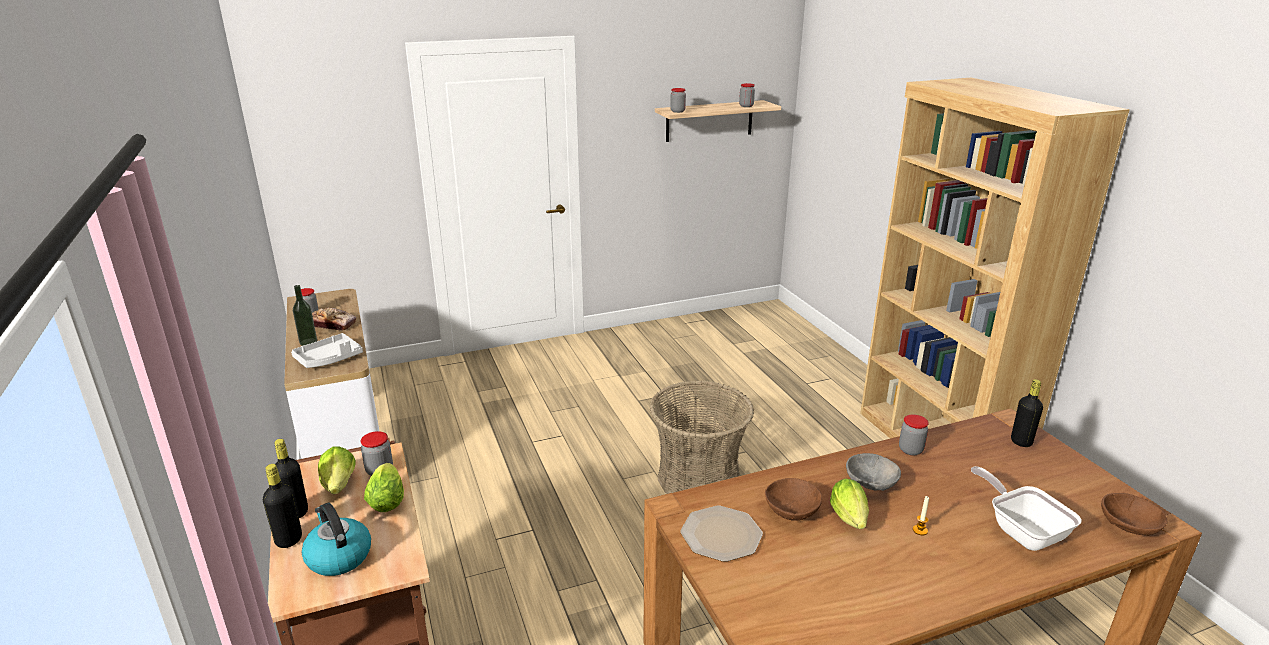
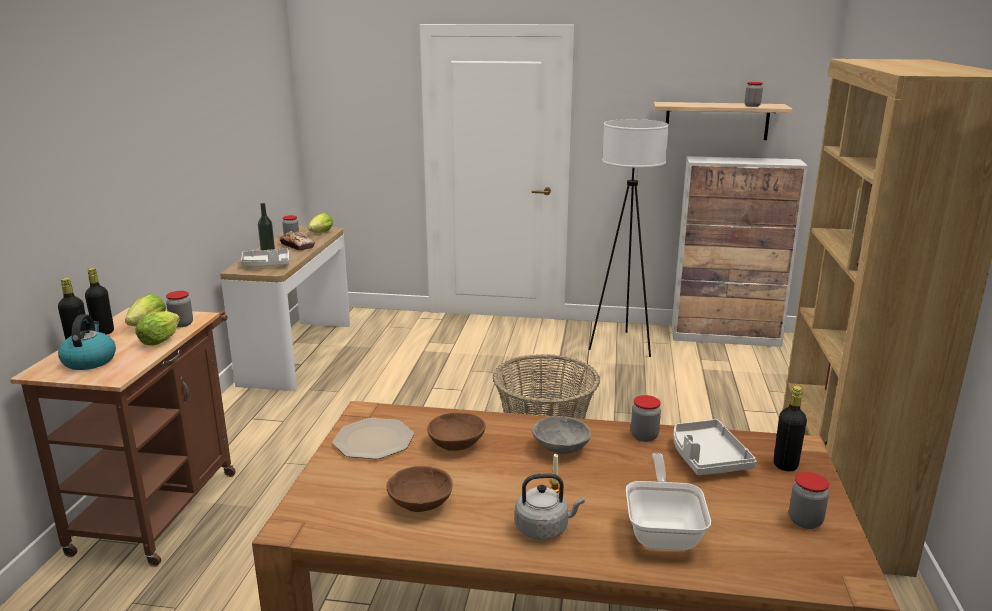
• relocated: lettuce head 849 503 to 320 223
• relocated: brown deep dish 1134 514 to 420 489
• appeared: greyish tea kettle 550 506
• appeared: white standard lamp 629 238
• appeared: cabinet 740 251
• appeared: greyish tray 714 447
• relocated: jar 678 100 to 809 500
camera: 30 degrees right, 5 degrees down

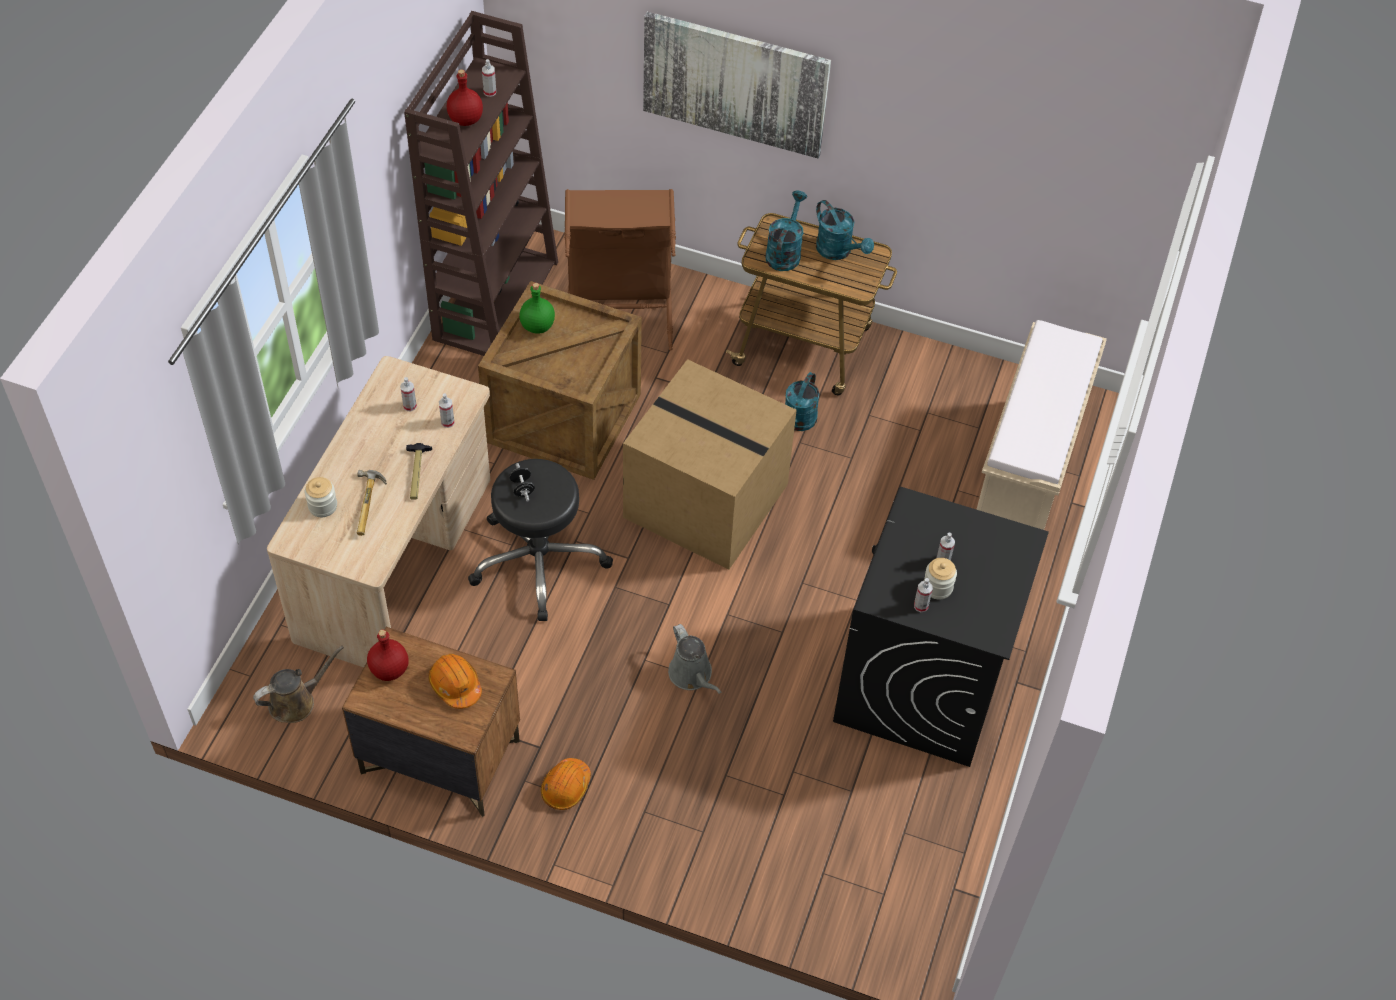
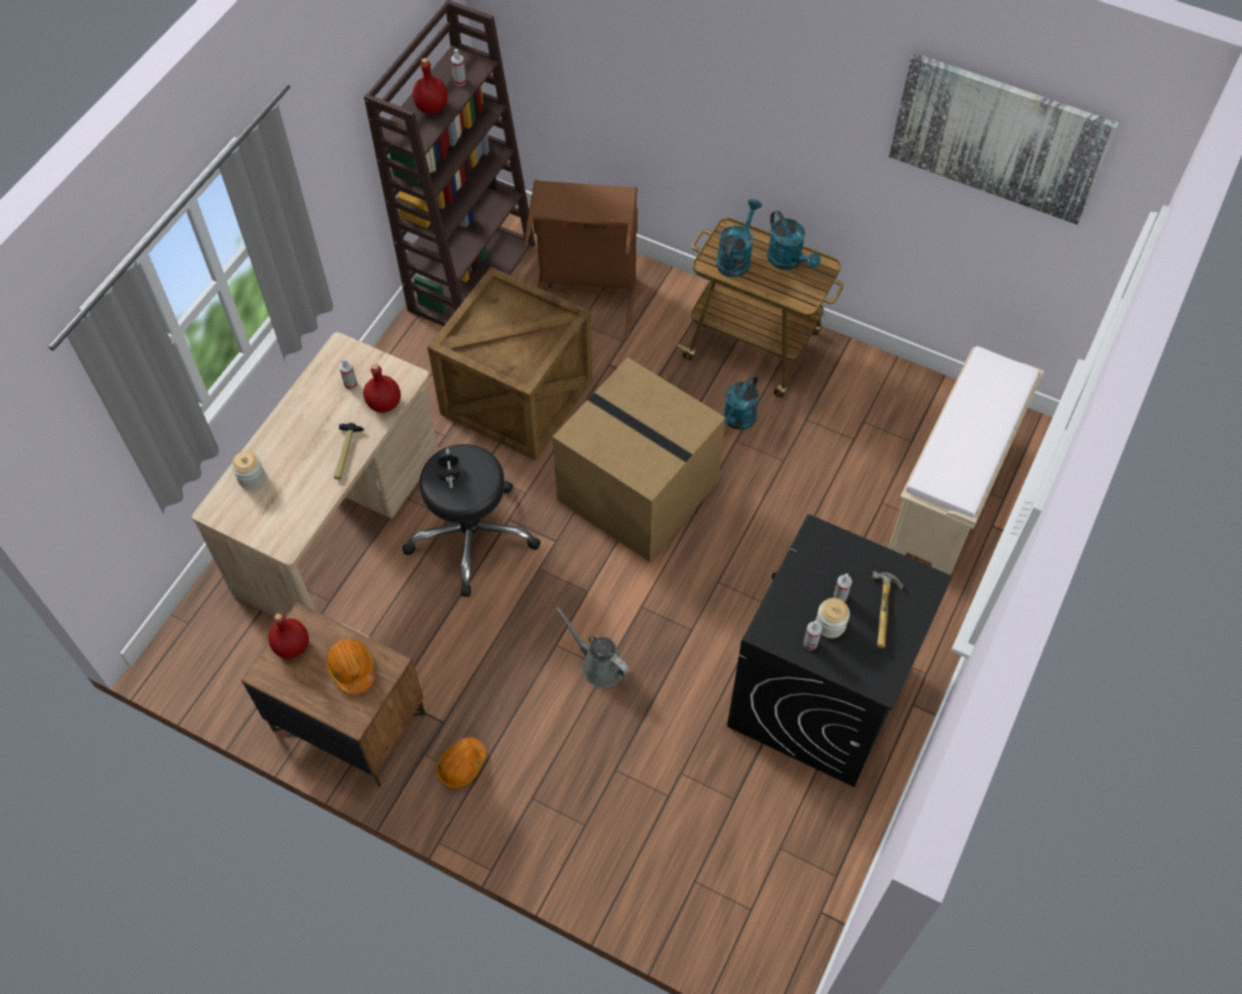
• exchanged: sprayer 447 410 to red beverage bottle 382 388
• spun: greyish watering can 694 659 = 593 648 150 degrees clockwise
• relocated: hammer 372 503 to 887 609
• relocated: wall art 737 84 to 1004 139
• missing: brown watering can 298 684
• missing: green-coloured beverage bottle 537 308
camera: 10 degrees right, 5 degrees up

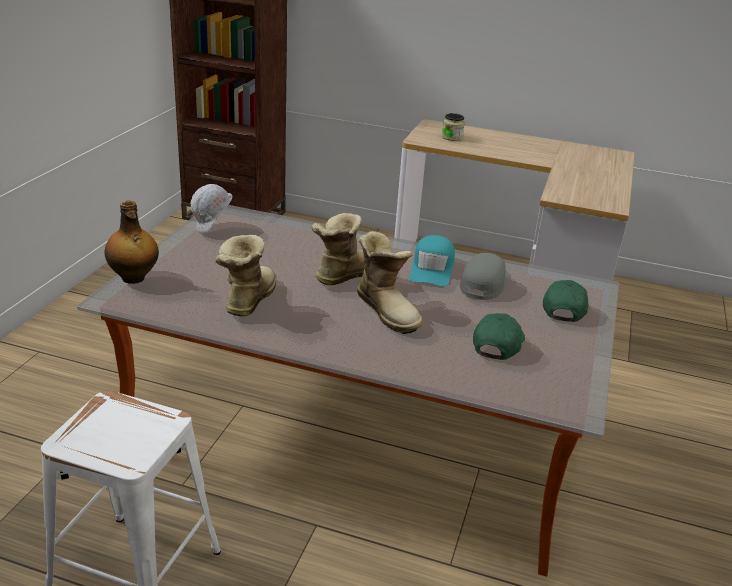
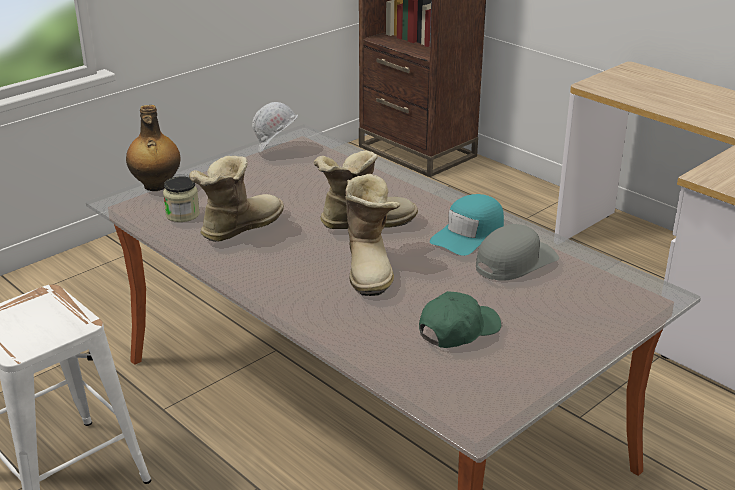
• relocated: jar 453 127 to 181 199
• missing: green-coloured peaked cap 565 301
camera: 30 degrees right, 0 degrees up

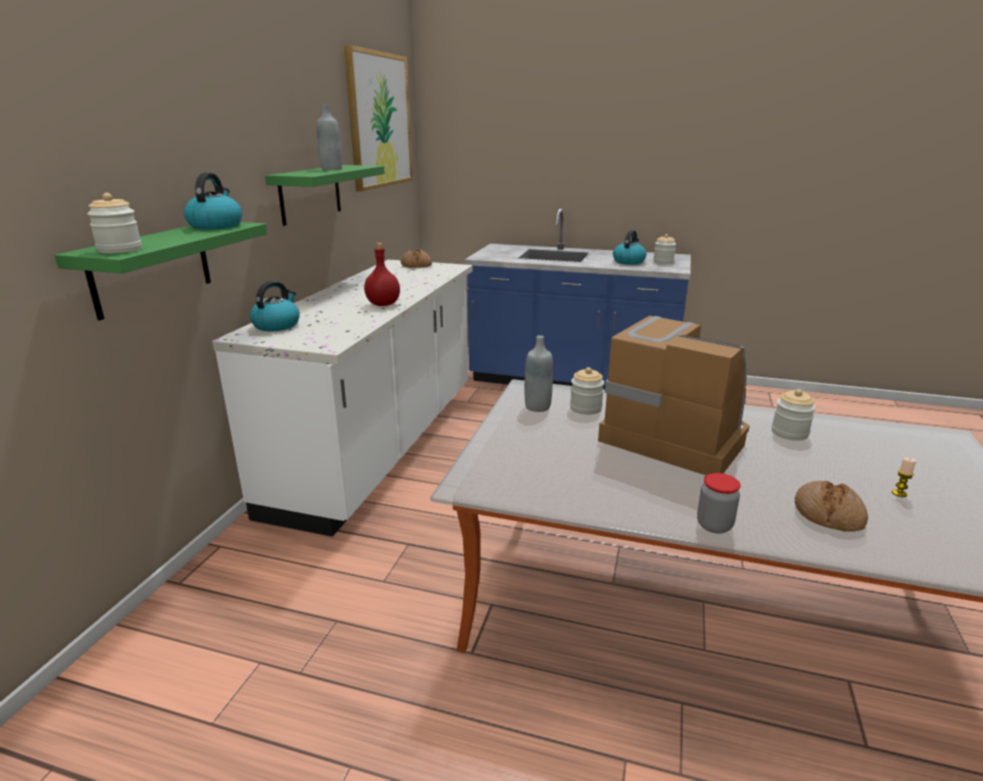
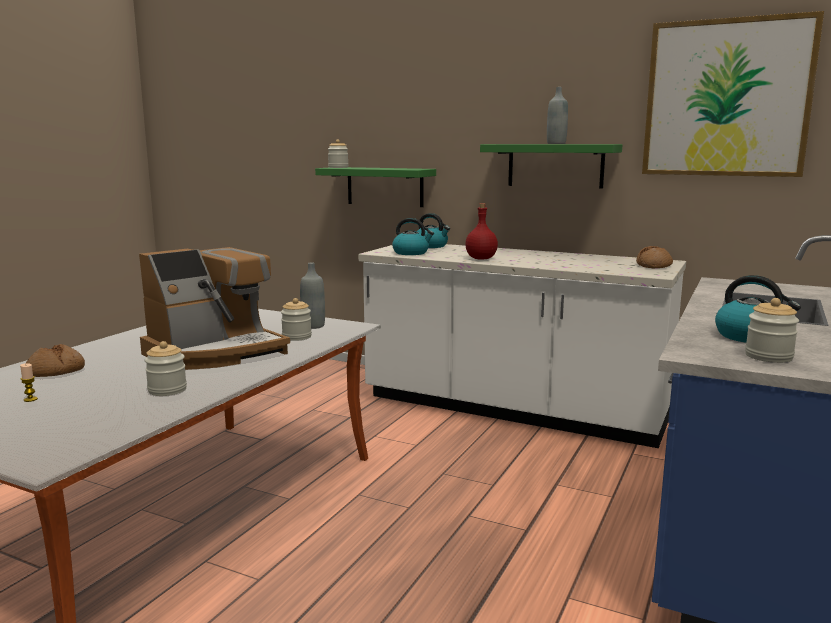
• relocated: tea kettle 213 201 to 413 236
• missing: jar 719 503
camera: 100 degrees right, 10 degrees down

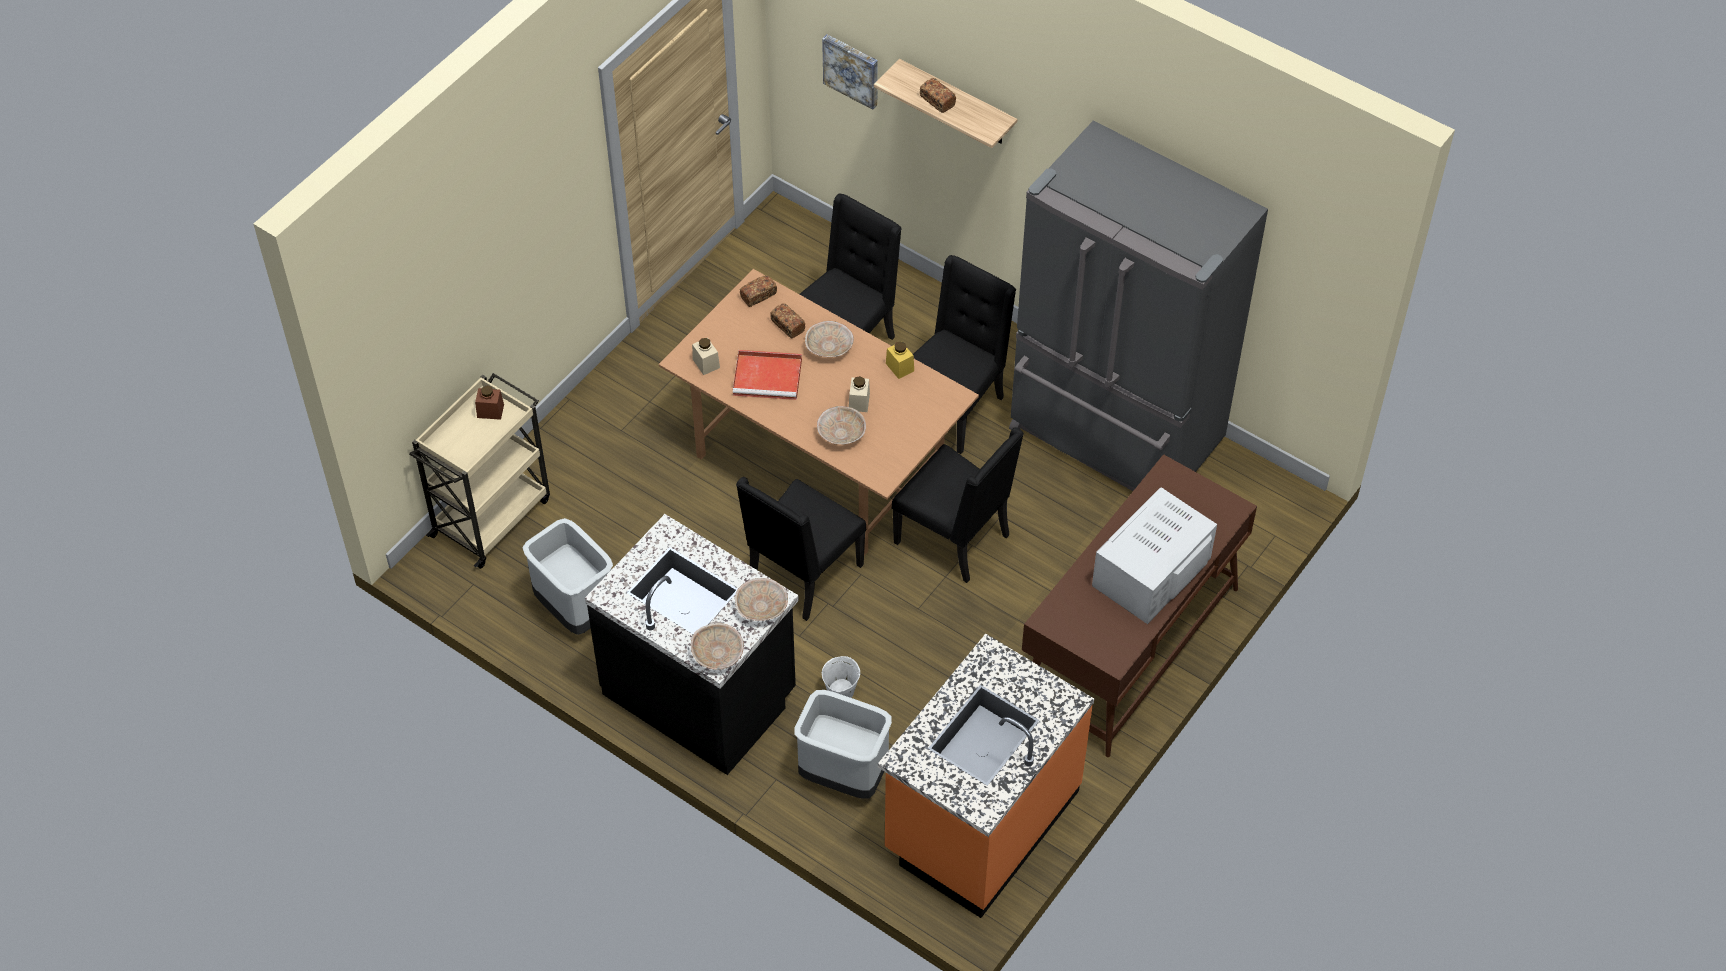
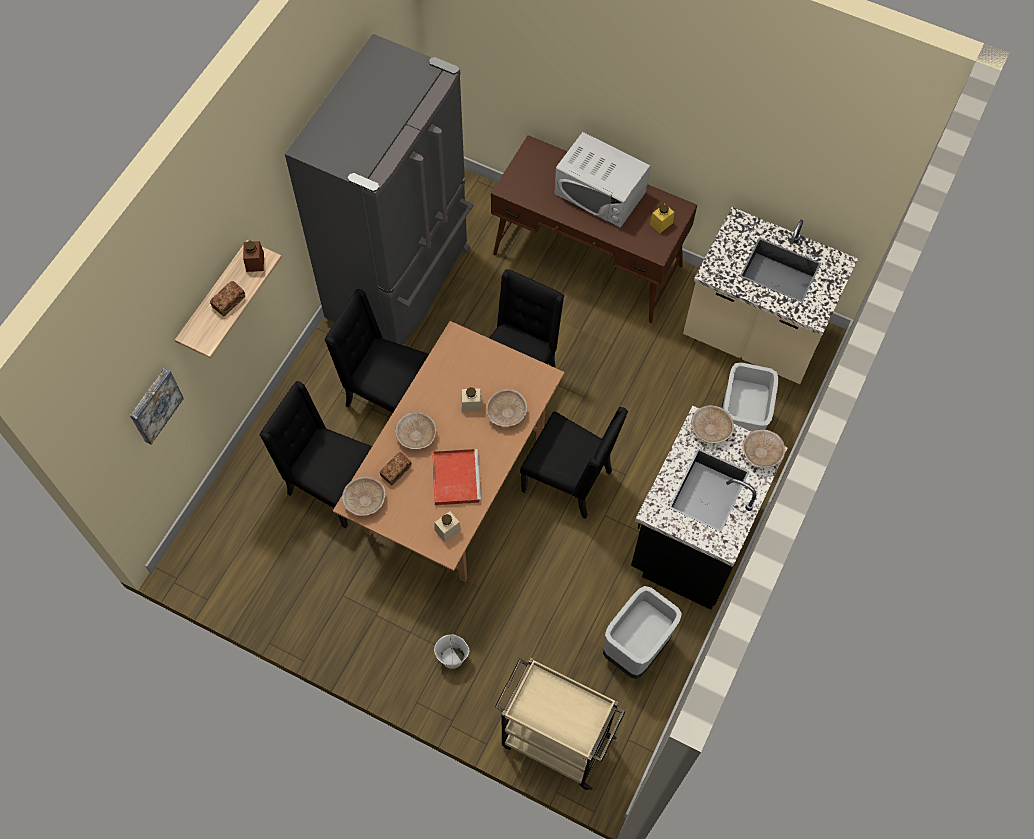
• relocated: brown jar 489 402 to 253 256
• exchanged: bread 758 291 to beige-coloured deep dish 363 496
• relocated: white bucket 841 677 to 451 651
• relocated: yellowish jar 900 360 to 662 218
• colour: orangey kitchen base unit 986 776 to beige-coloured kitchen base unit 770 295
camera: 100 degrees left, 10 degrees up

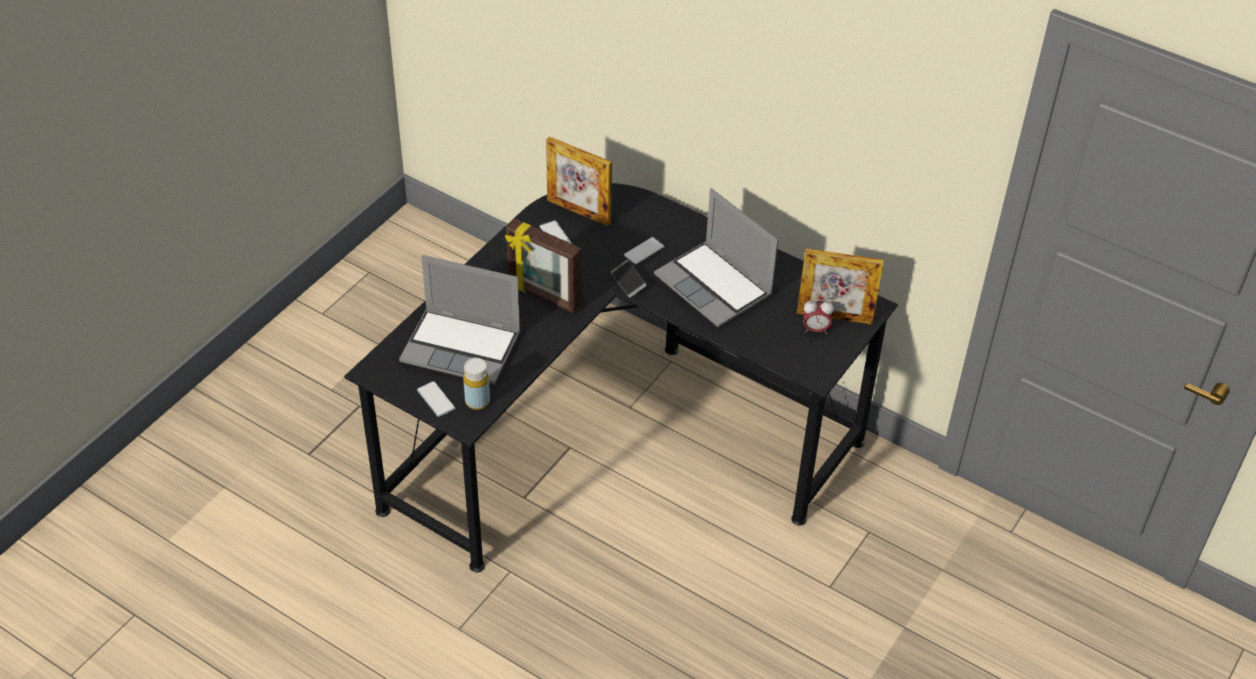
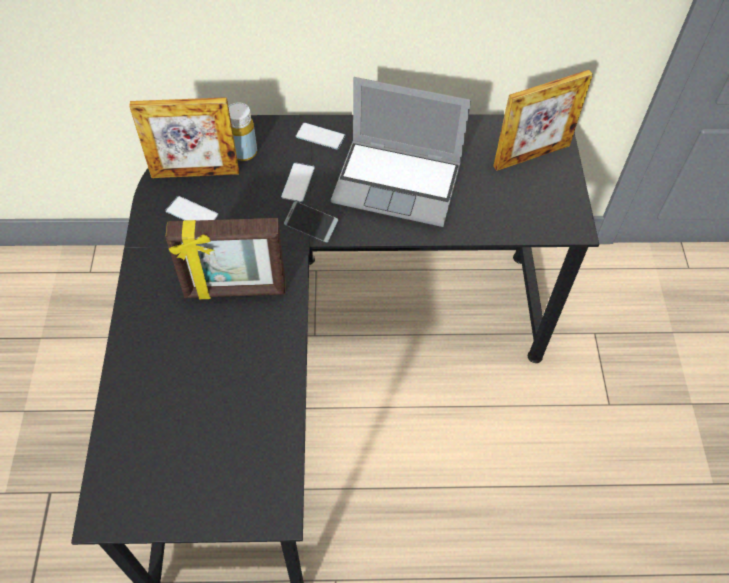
• relocated: yellowish beverage bottle 476 384 to 242 131
• relocated: phone 436 399 to 321 136
• missing: laptop 460 320
• missing: bedside clock 818 316
camera: 35 degrees left, 10 degrees up

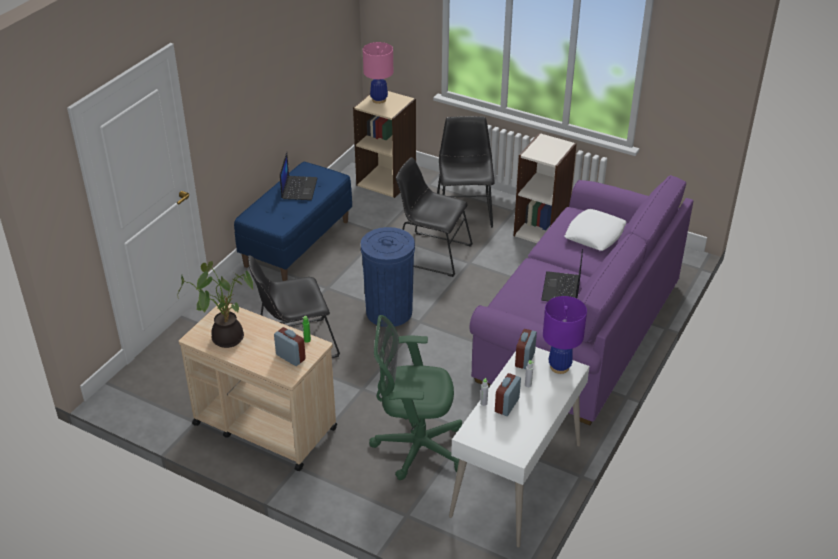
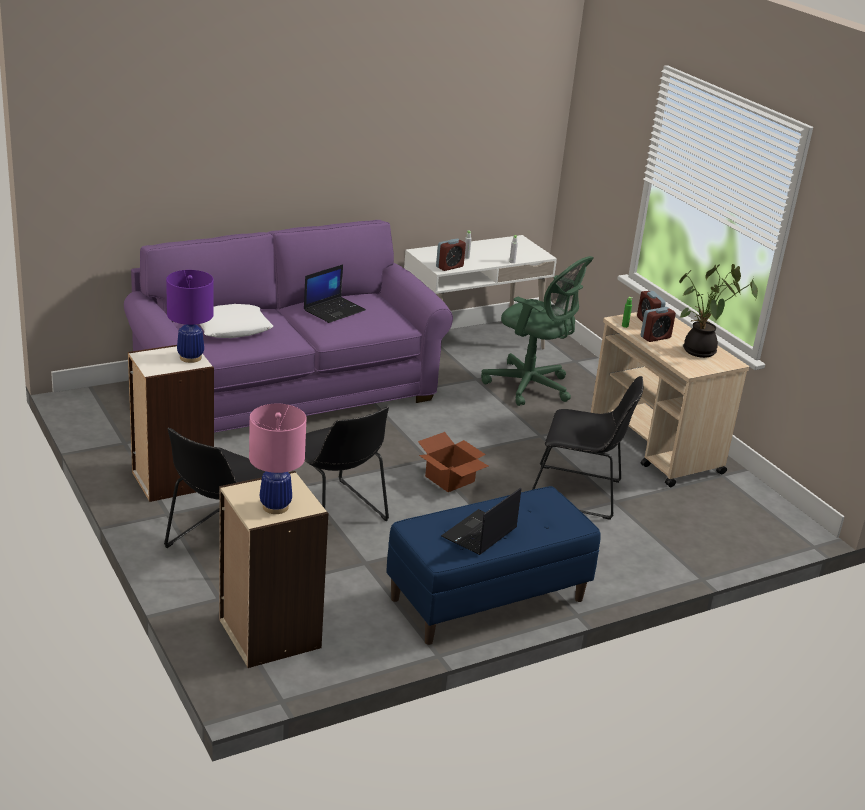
• relocated: purple table lamp 565 335 to 190 316
• exchanged: blue-coloured trash can 388 277 to packing box 453 462
• relocated: bedside clock 508 394 to 658 324
camera: 150 degrees left, 10 degrees down

